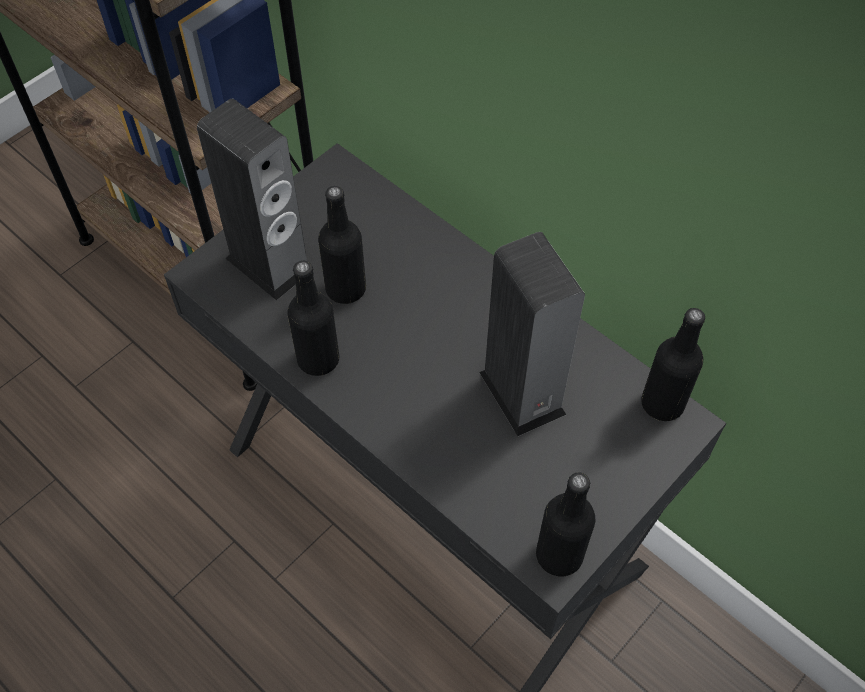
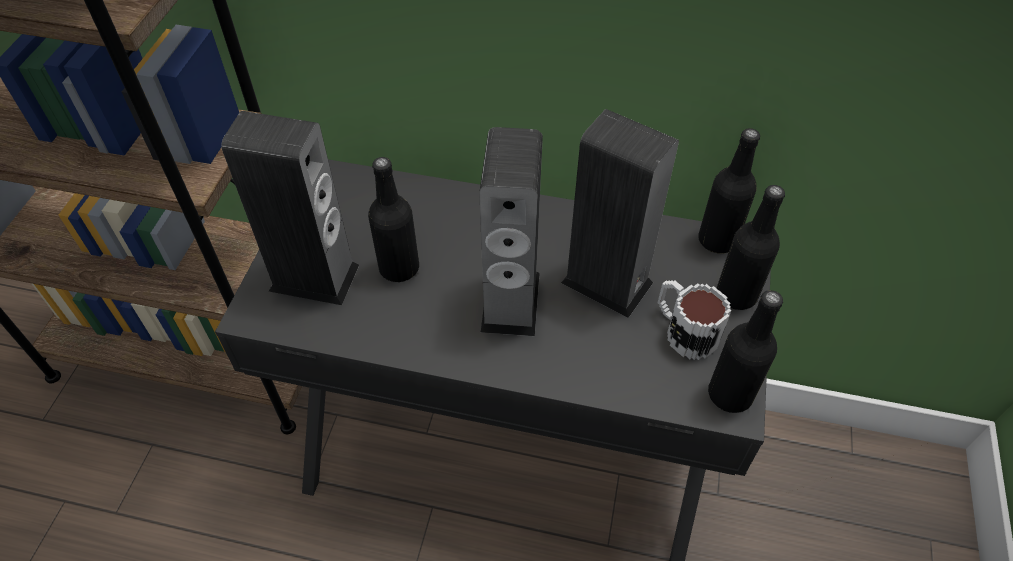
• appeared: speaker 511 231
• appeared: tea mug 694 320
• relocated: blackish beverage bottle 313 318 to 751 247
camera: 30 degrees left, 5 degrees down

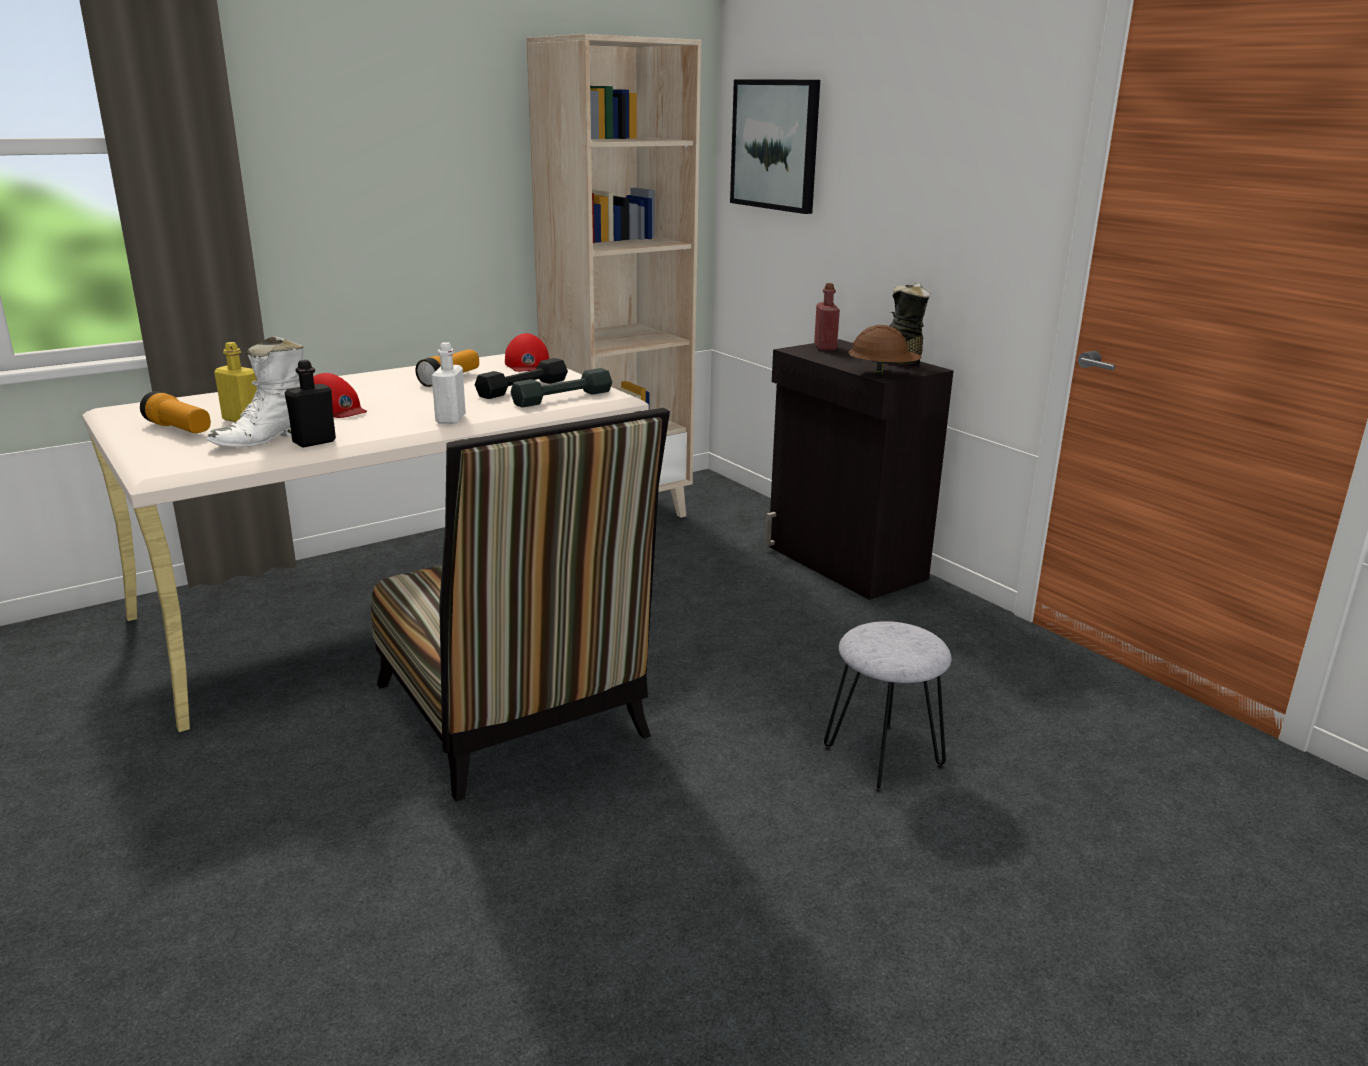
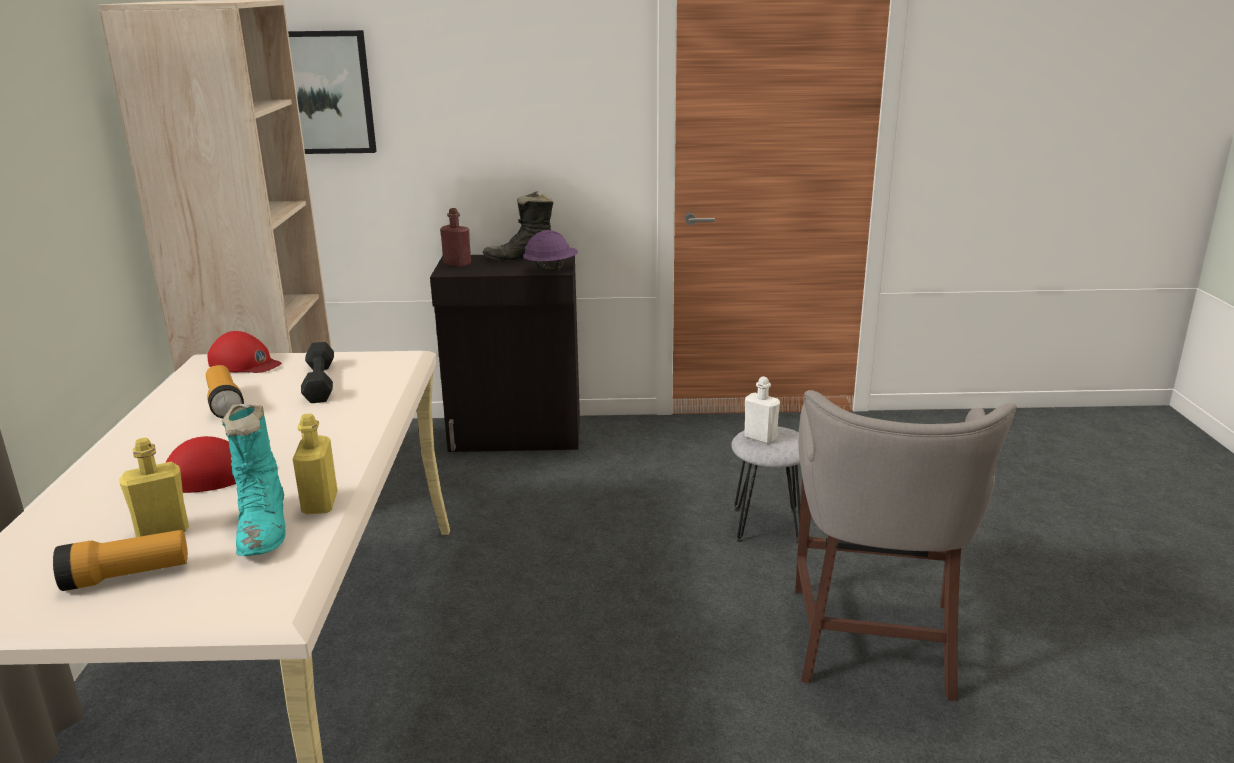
• colour: white high-top boot 255 391 to turquoise high-top boot 254 480
• colour: blackish beverage bottle 310 404 to yellowish beverage bottle 315 464
• colour: brown work helmet 885 350 to purple work helmet 550 250
• relocated: white beverage bottle 449 383 to 762 410
• appeared: greyish stool 906 545
• missing: plain chair 520 605
• missing: greyish dumbbell 561 388
camera: 55 degrees left, 0 degrees up

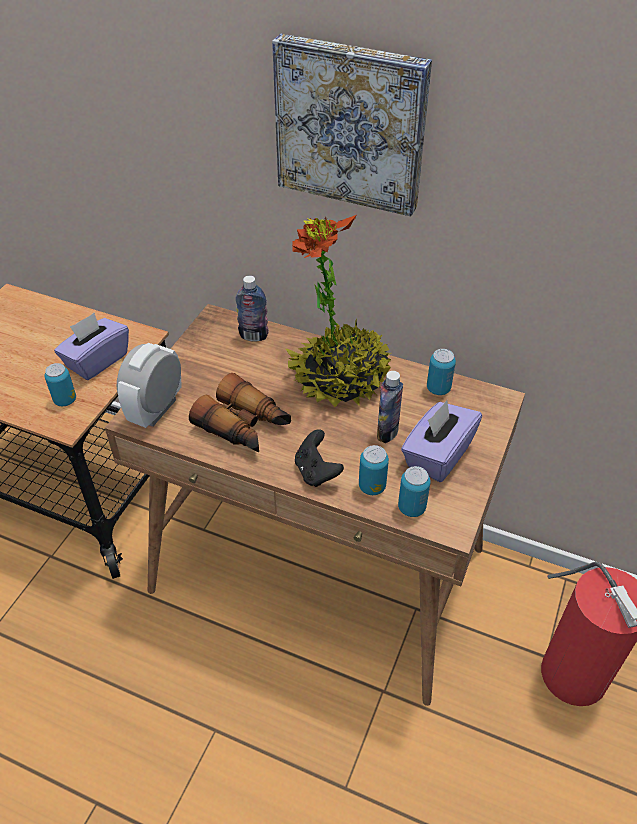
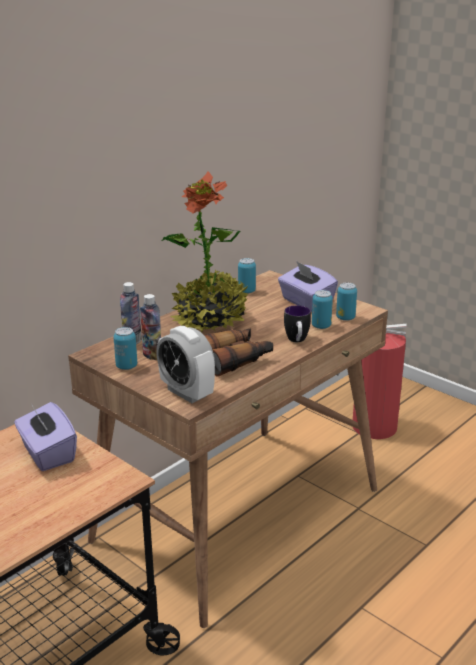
• relocated: sealed can 60 384 to 125 348
• relocated: beverage bottle 390 407 to 150 327
• exchanged: blackish game controller 319 458 to tea mug 297 323
• missing: wall art 352 125
camera: 70 degrees left, 20 degrees down

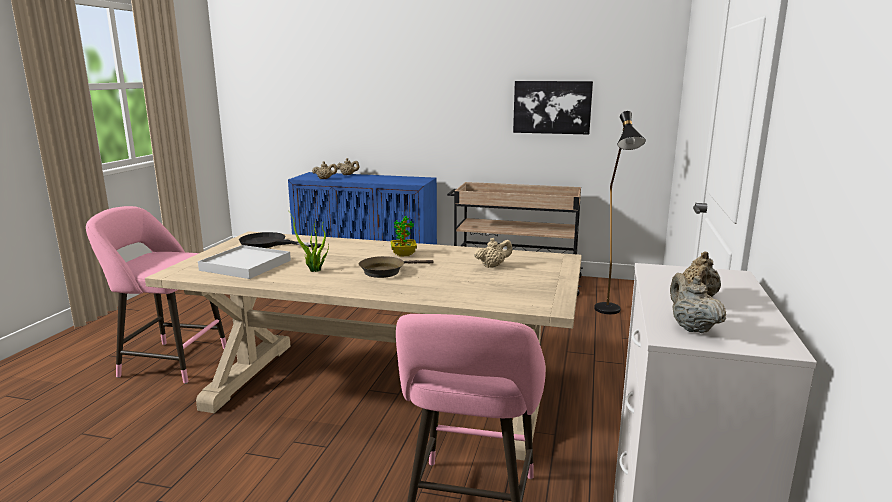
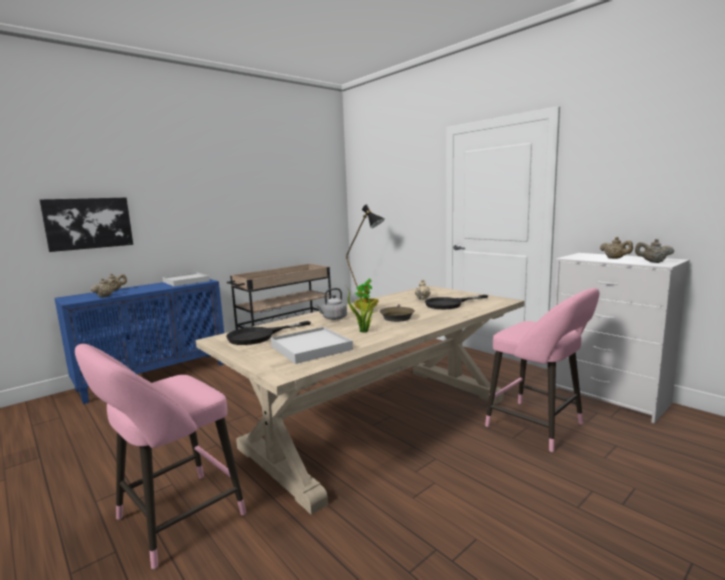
• relocated: wall art 553 108 to 86 225
• appeared: white tray 186 279
• appeared: greyish tea kettle 331 304
• appeared: blackish frying pan 456 302
camera: 55 degrees left, 5 degrees down

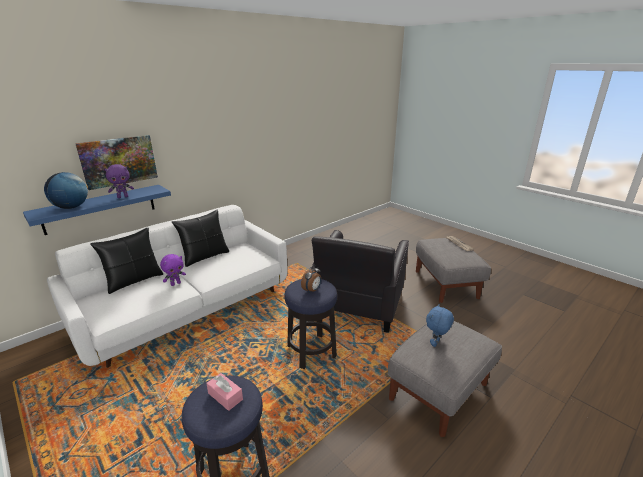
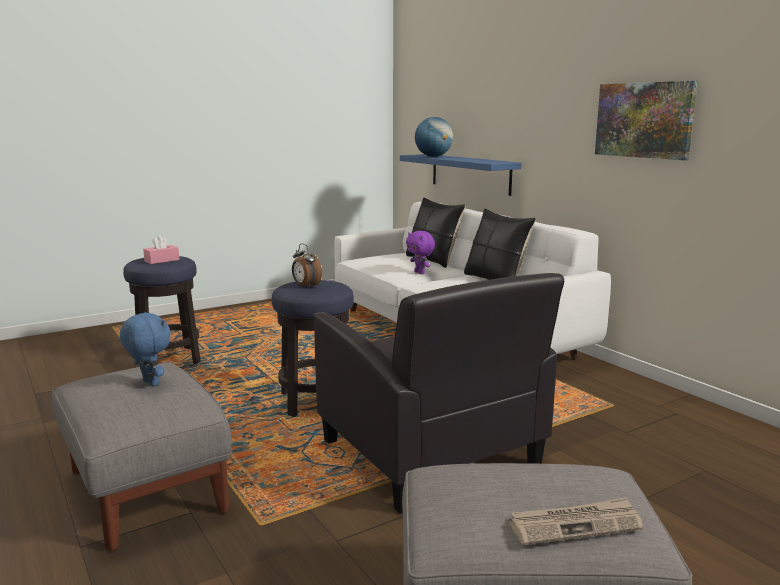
• spun: blackish armchair 360 281 = 439 393 150 degrees counterclockwise
• relocated: wall art 116 162 to 646 120
• missing: purple cuddly toy 119 181
camera: 100 degrees right, 10 degrees down

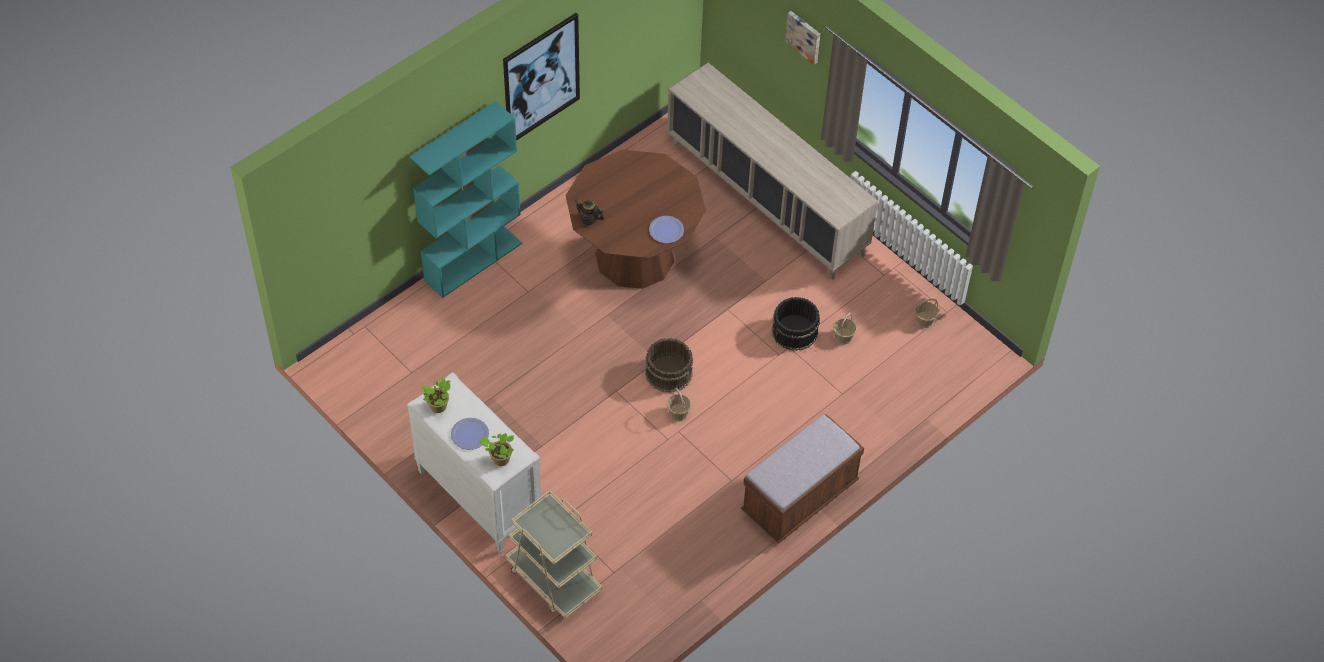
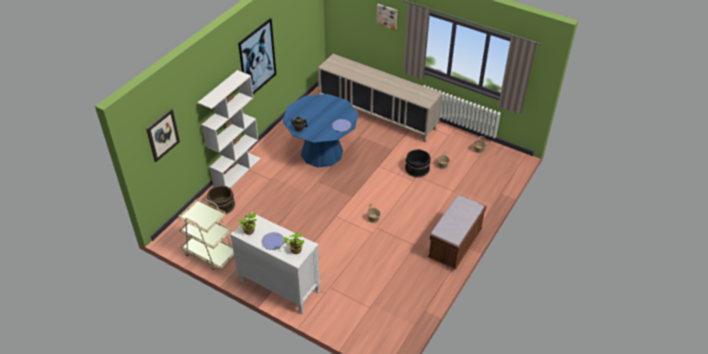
• appeared: wall art 163 135
• relocated: beige-coloured cart 553 554 to 206 234
• colour: turquoise bookshelf 465 199 to white bookshelf 229 129
• relocated: brown bucket 669 365 to 221 199
• colour: brown kitchen table 636 219 to blue-coloured kitchen table 320 131
camera: 15 degrees left, 10 degrees down

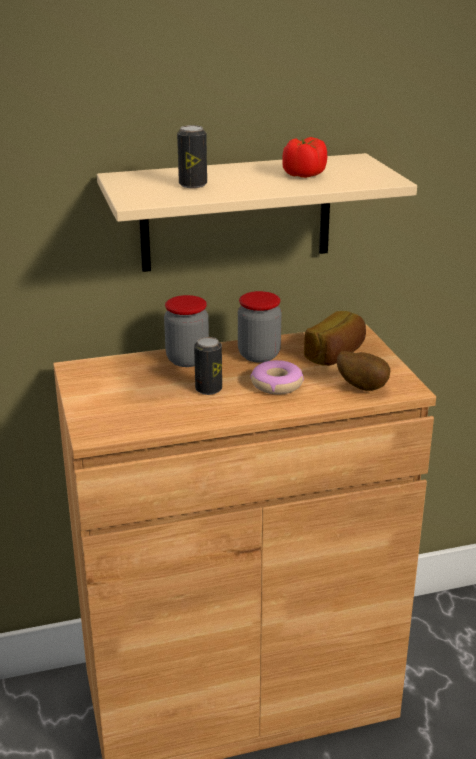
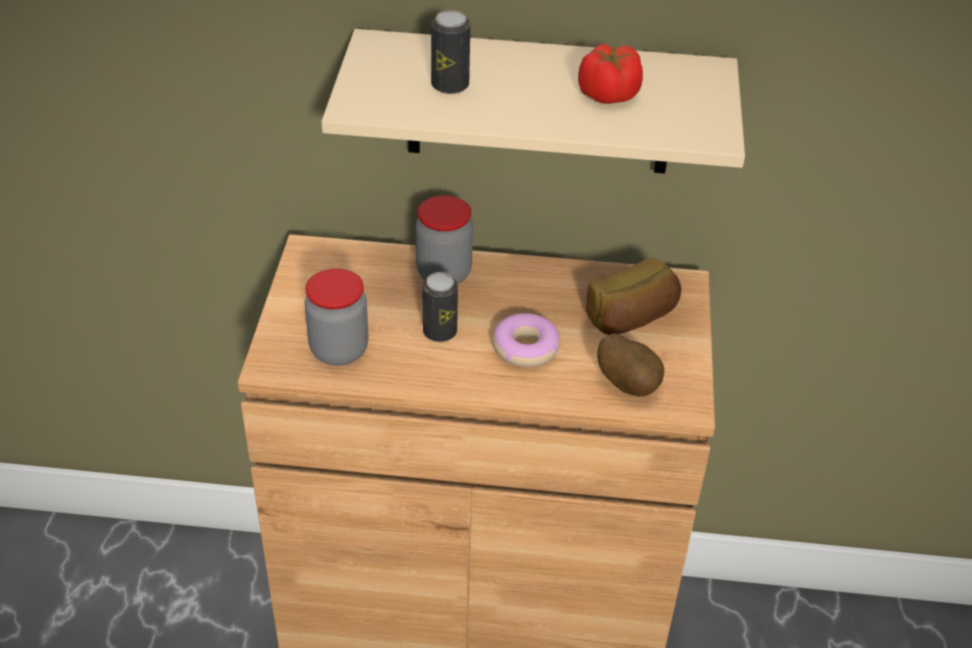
• relocated: jar 260 326 to 337 317
camera: 20 degrees right, 15 degrees up

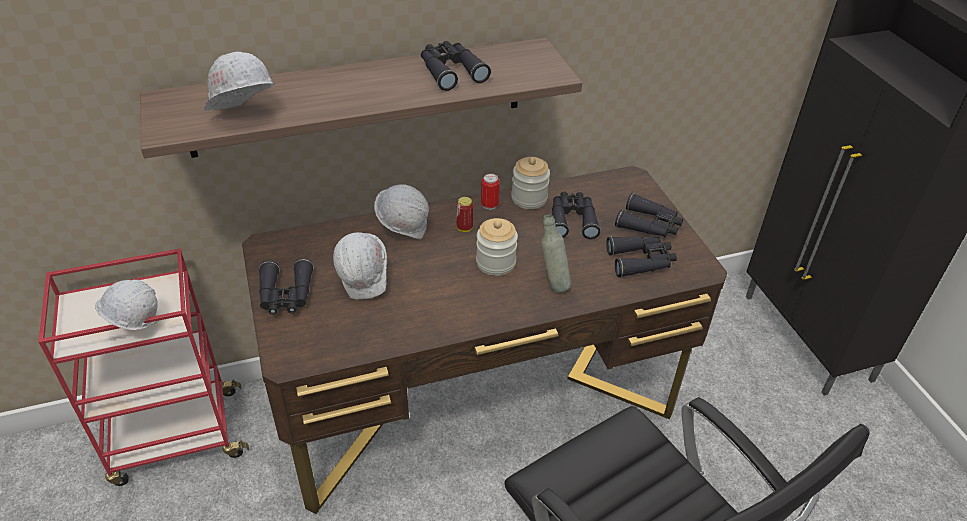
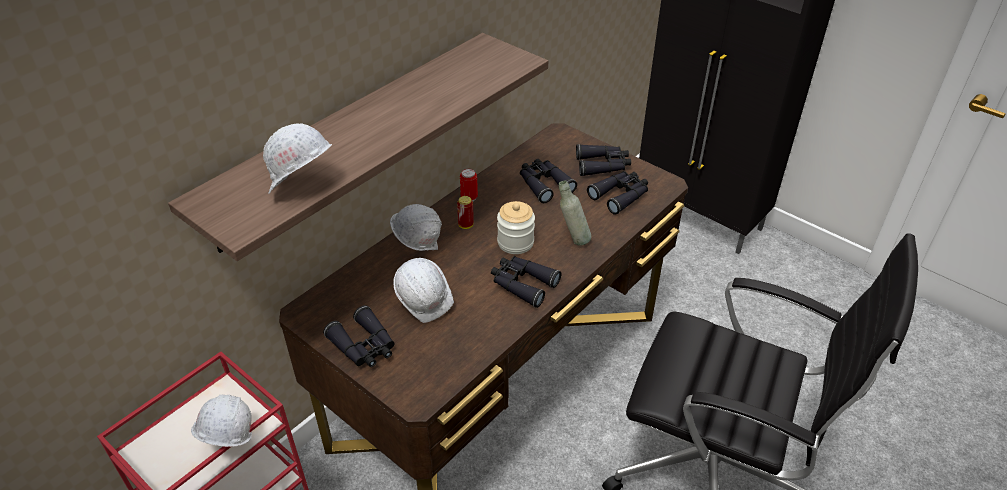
• relocated: blackish pair of binoculars 456 66 to 526 282
• missing: jar 530 183
camera: 30 degrees left, 0 degrees up

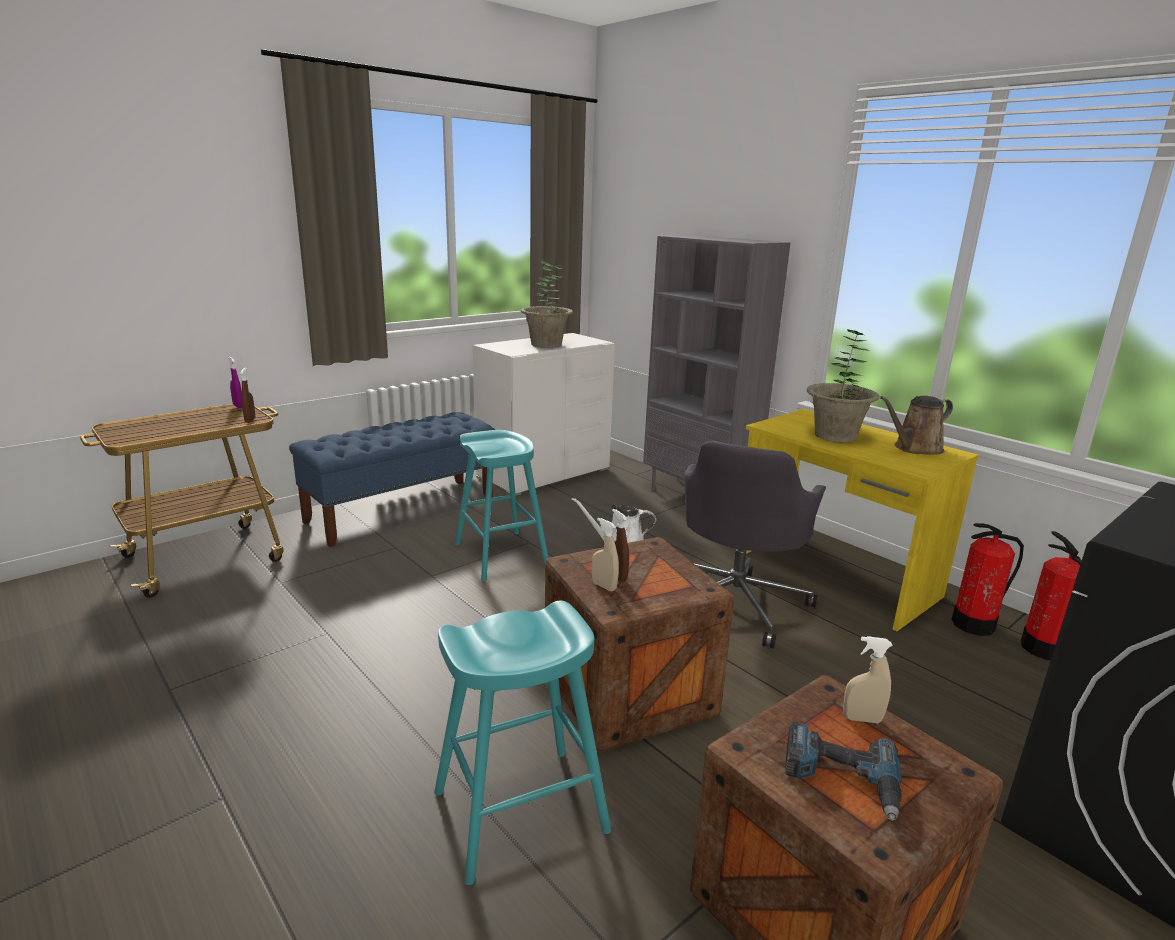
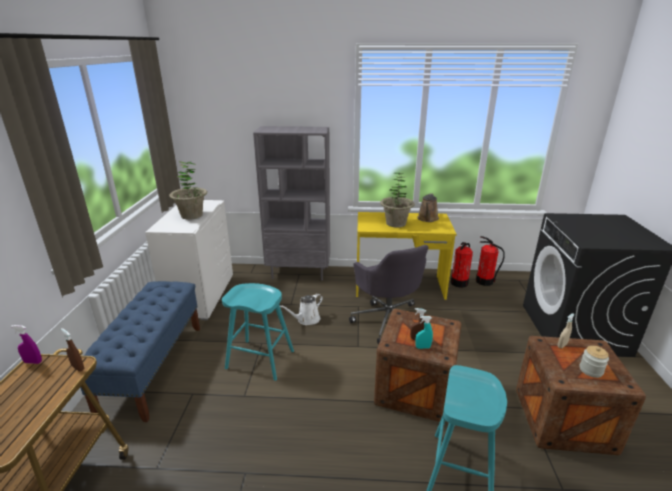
• colour: beige-coloured sprayer 605 554 to turquoise sprayer 424 332
• exchanged: power drill 843 771 to jar 594 362
camera: 45 degrees left, 5 degrees up

